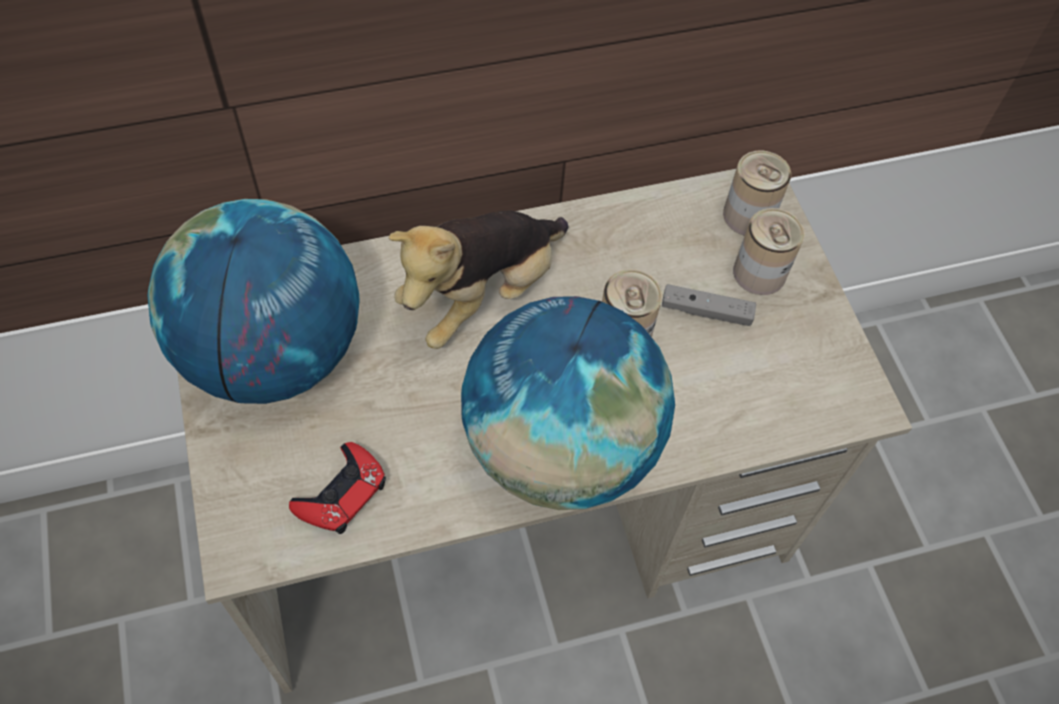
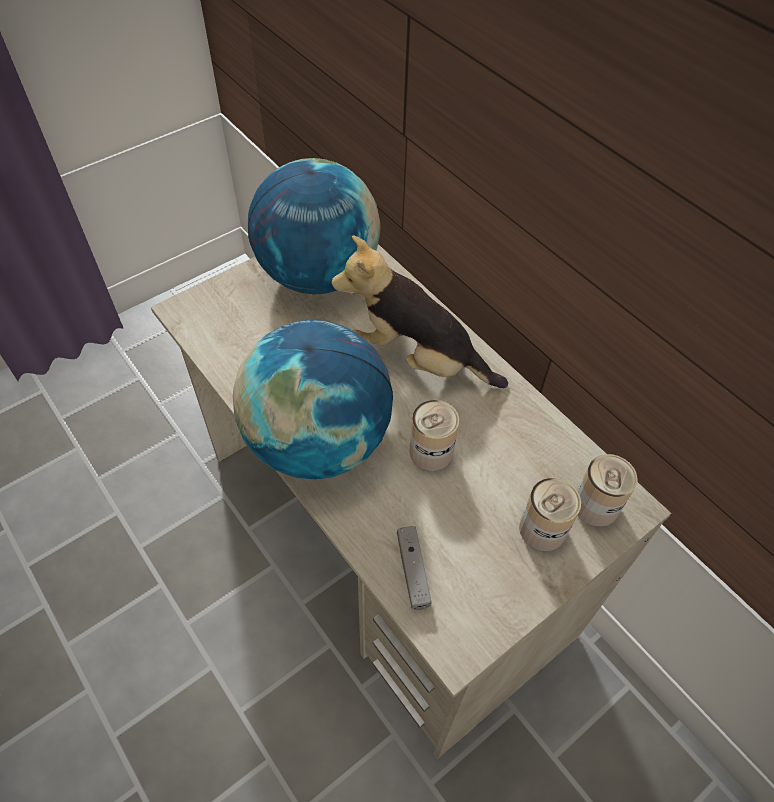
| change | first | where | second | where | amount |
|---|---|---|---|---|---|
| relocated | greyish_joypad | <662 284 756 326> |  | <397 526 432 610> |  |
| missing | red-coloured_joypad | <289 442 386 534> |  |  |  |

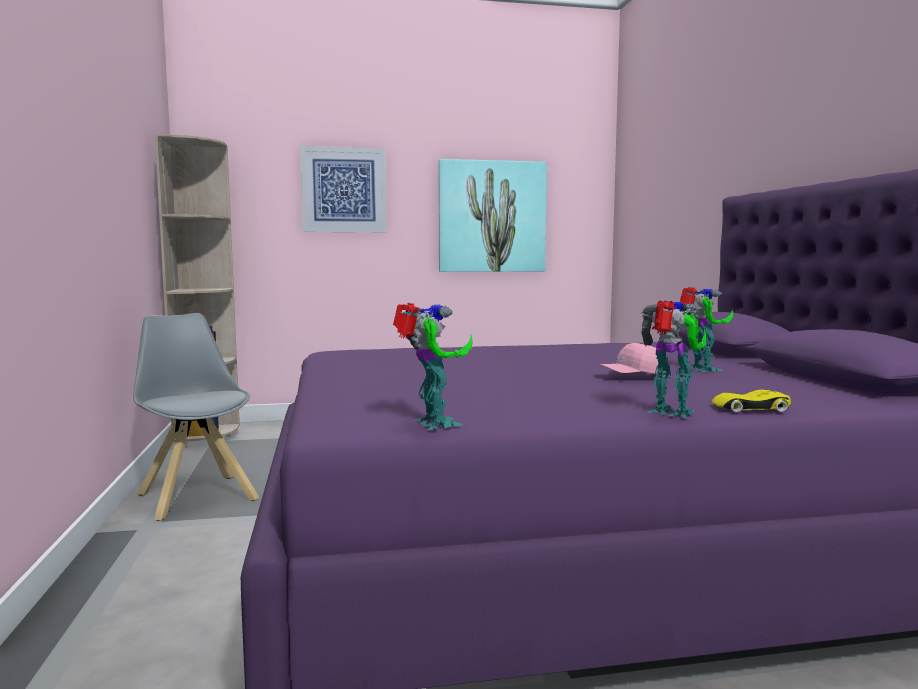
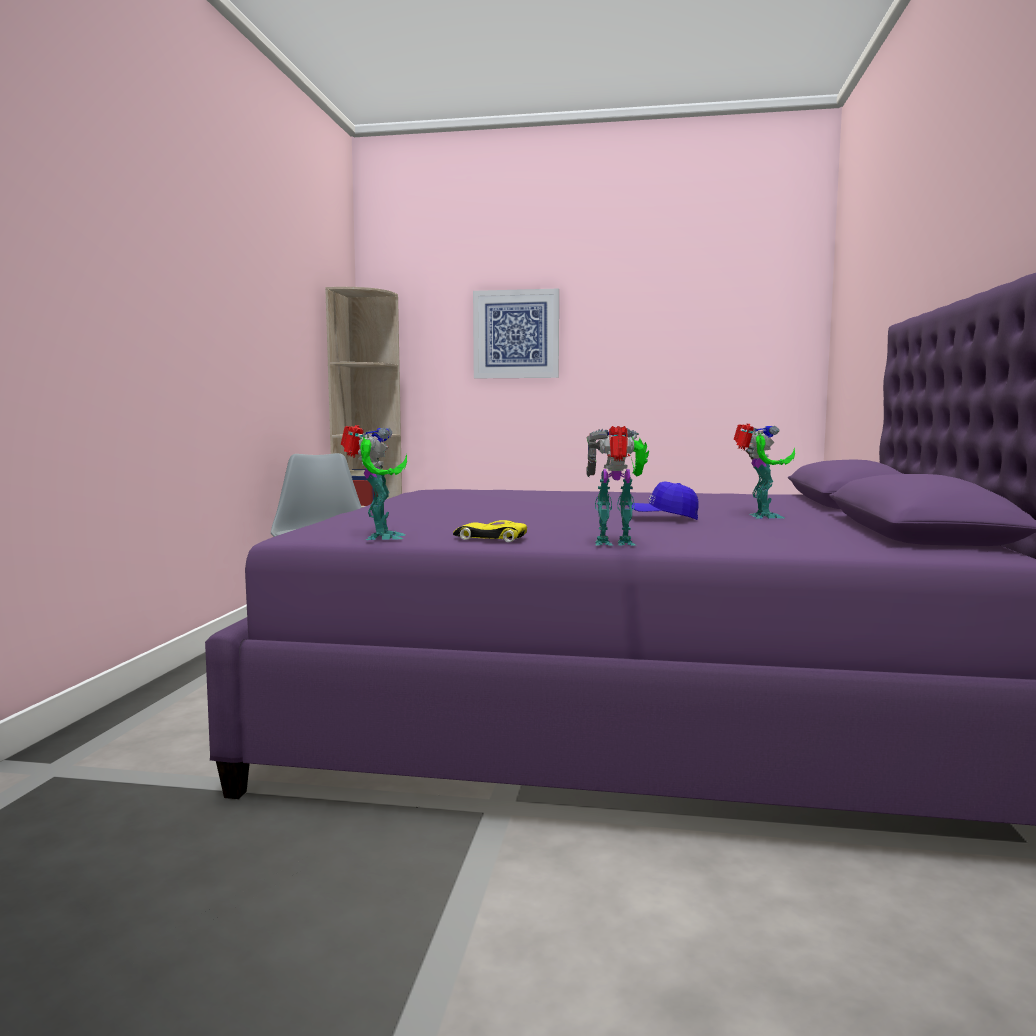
| change | first | where | second | where | amount |
|---|---|---|---|---|---|
| missing | picture | <438 159 547 272> |  |  |  |
| spun | robot_figure | <641 300 707 418> |  | <586 426 649 546> | 60 degrees counterclockwise |
| colour | pink_baseball_cap | <599 343 666 377> | blue-coloured_baseball_cap | <627 481 699 520> |  |
| relocated | yellow_miniature_car | <712 390 791 412> |  | <453 520 527 542> |  |

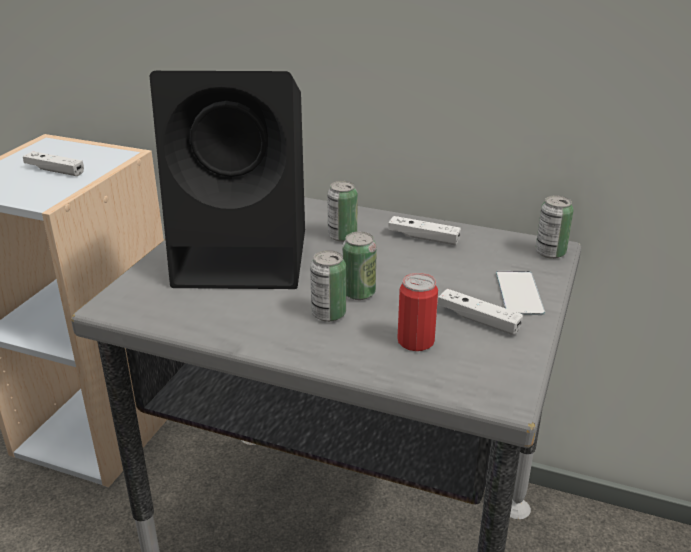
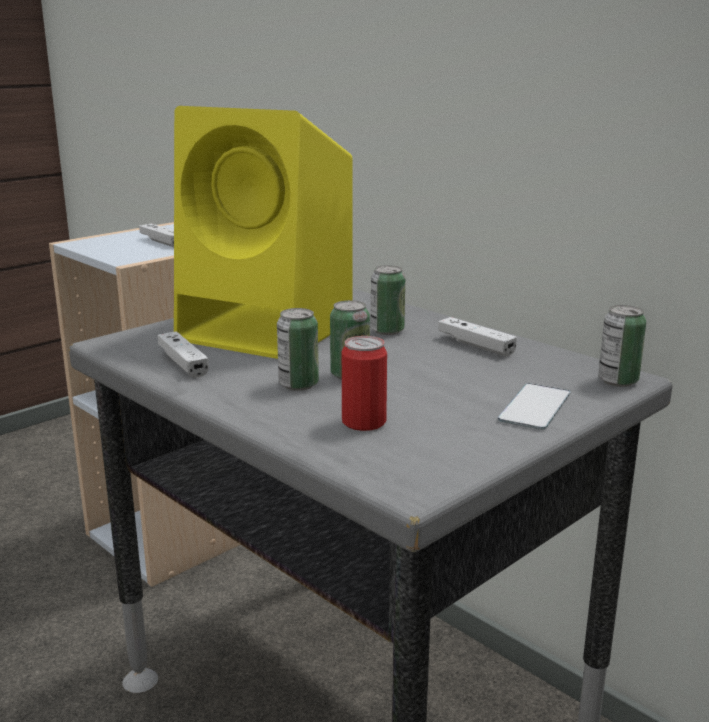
| change | first | where | second | where | amount |
|---|---|---|---|---|---|
| colour | black_loudspeaker | <150 71 305 289> | yellow_loudspeaker | <174 106 353 359> |  |
| relocated | white_joypad | <438 289 523 335> |  | <158 331 209 378> |  |

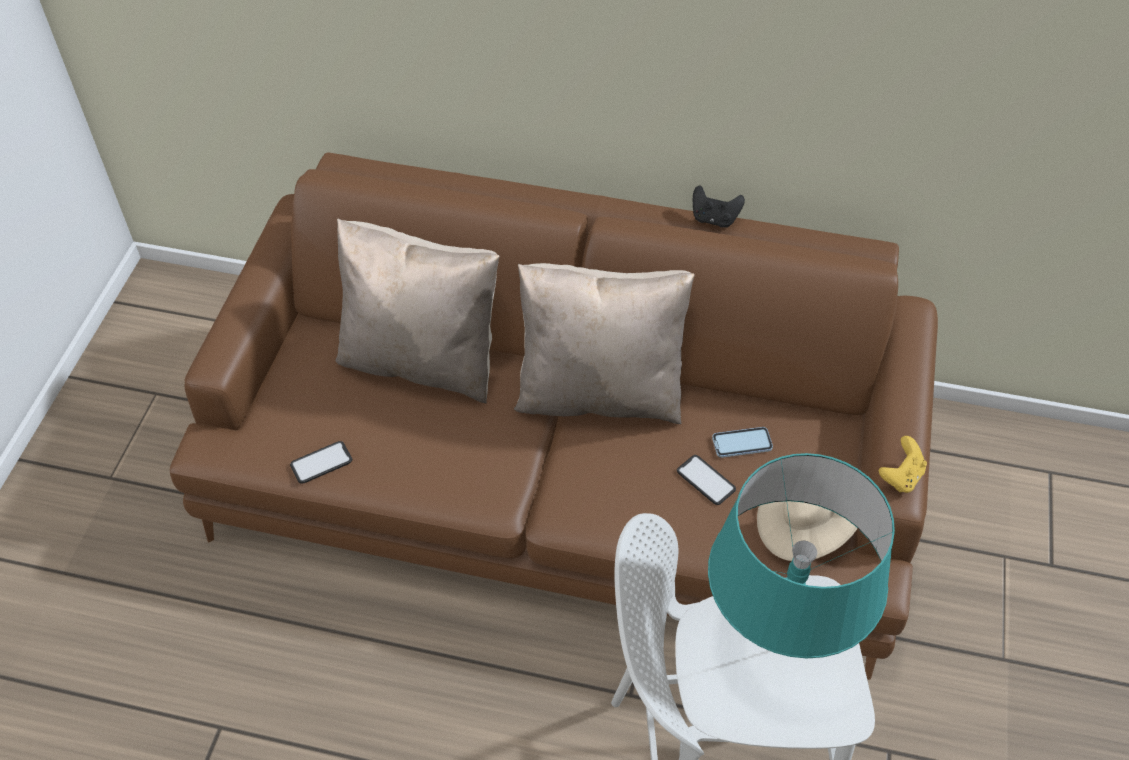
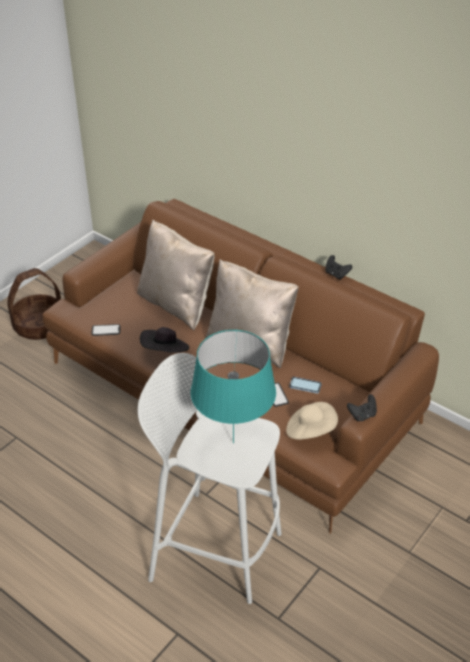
| change | first | where | second | where | amount |
|---|---|---|---|---|---|
| colour | yellow_joypad | <879 436 927 493> | black_joypad | <347 394 377 421> |  |
| appeared |  |  | storage_basket | <7 268 61 340> |  |
| appeared |  |  | black_clothing_hat | <140 327 189 353> |  |

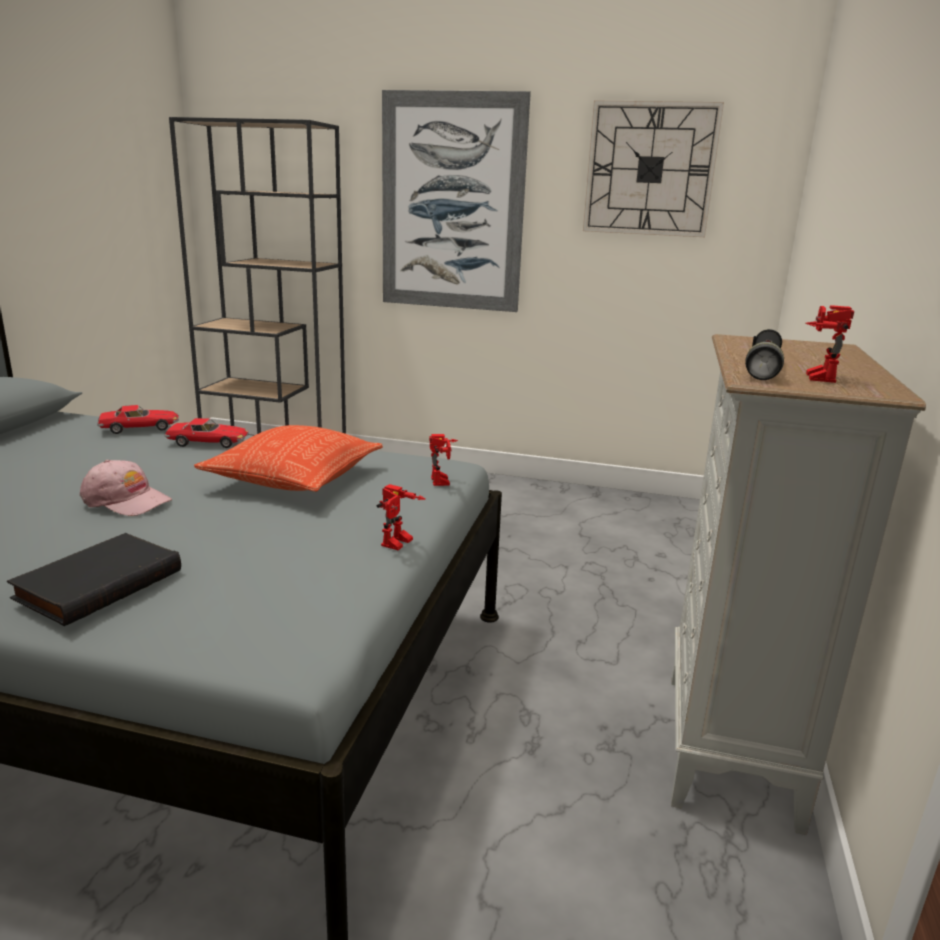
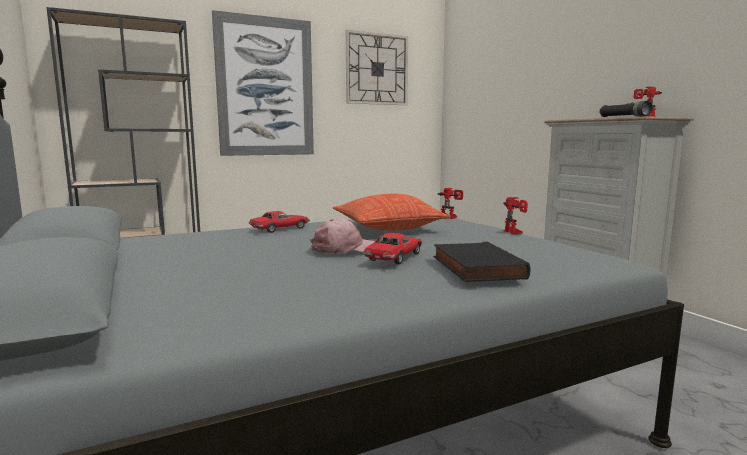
| change | first | where | second | where | amount |
|---|---|---|---|---|---|
| relocated | miniature_car | <97 405 179 434> |  | <363 233 423 264> |  |

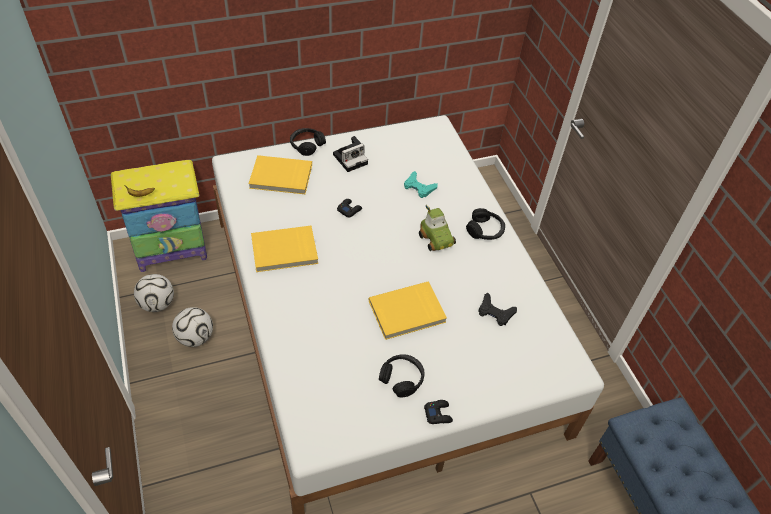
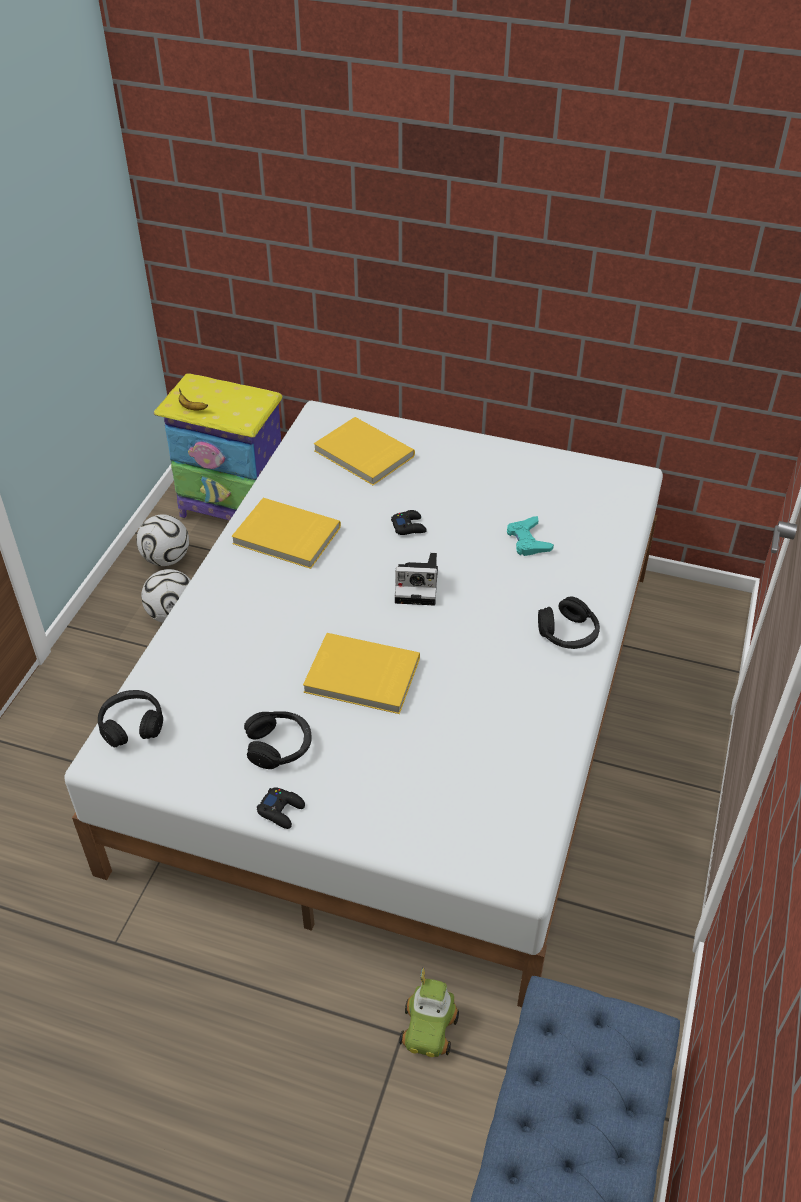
| change | first | where | second | where | amount |
|---|---|---|---|---|---|
| relocated | black_pair_of_headphones | <290 128 326 156> |  | <98 690 163 747> |  |
| relocated | photo_camera | <333 136 368 172> |  | <395 553 438 606> |  |
| relocated | miniature_car | <419 205 456 251> |  | <399 968 459 1057> |  |
| missing | black_joypad | <478 293 517 326> |  |  |  |

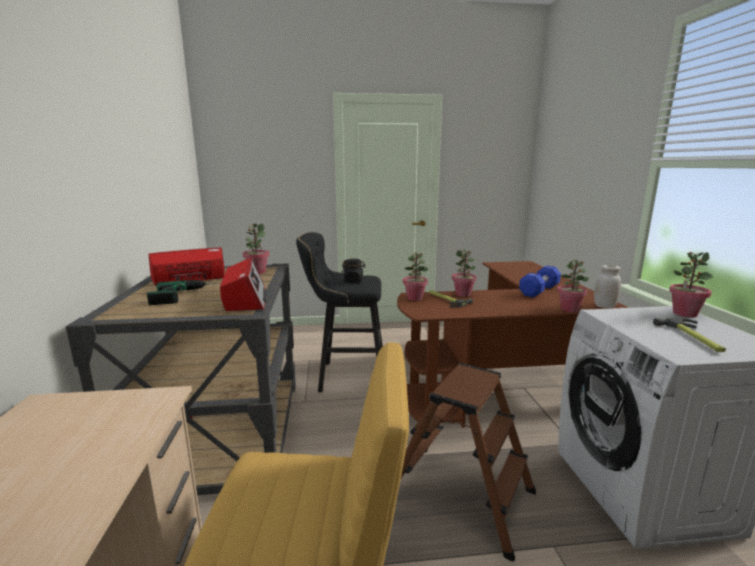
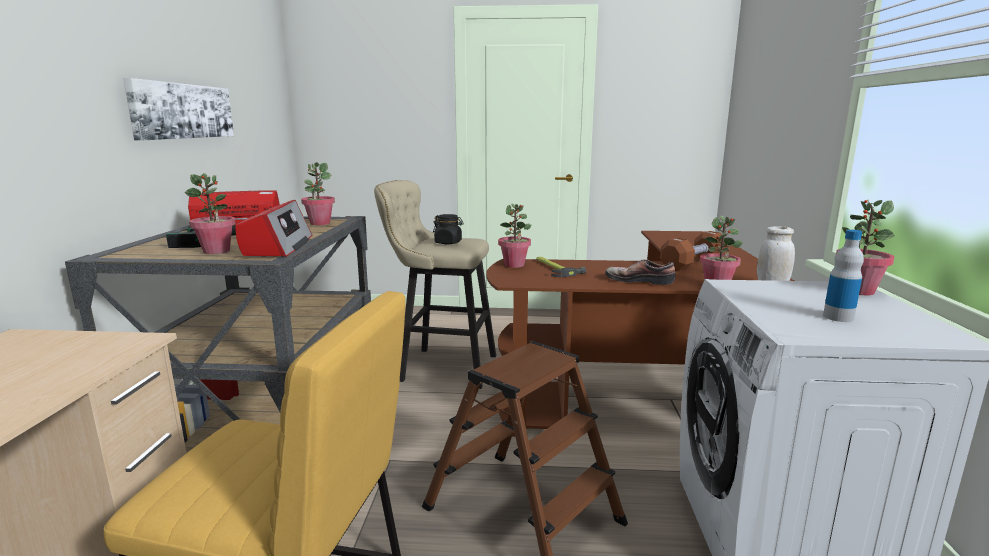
| change | first | where | second | where | amount |
|---|---|---|---|---|---|
| colour | black_stool_seat | <296 232 383 392> | beige_stool_seat | <374 180 496 389> |  |
| relocated | houseplant | <452 249 477 297> |  | <185 173 235 254> |  |
| colour | blue-coloured_free_weight | <519 266 561 297> | brown_free_weight | <660 231 727 271> |  |
| exchanged | hand_hammer | <653 318 726 352> | bottle | <823 230 864 322> |  |
| appeared |  |  | picture | <123 78 234 141> |  |
| appeared |  |  | low_shoe | <605 259 675 285> |  |

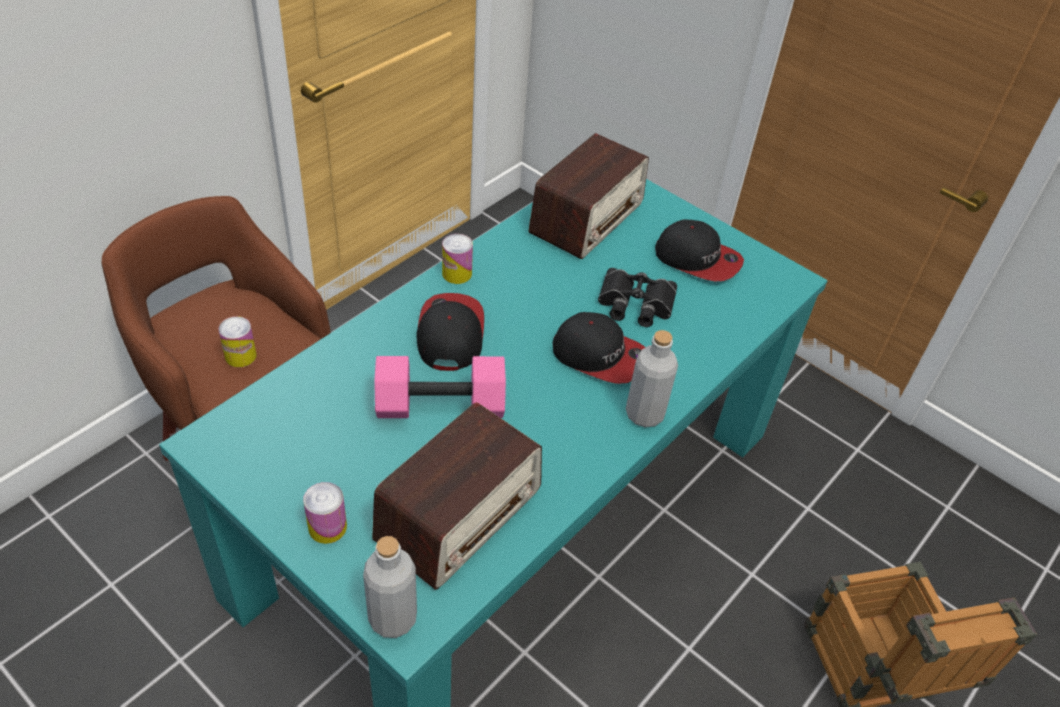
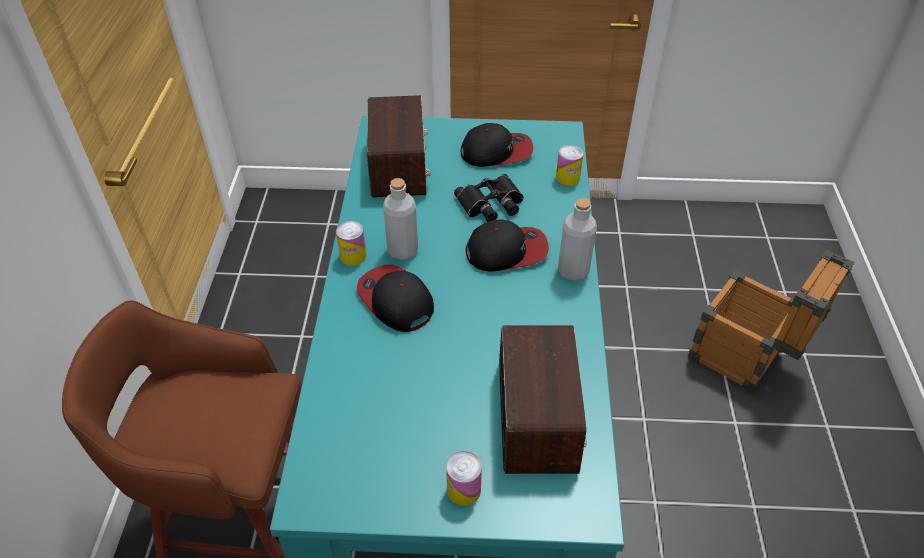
| change | first | where | second | where | amount |
|---|---|---|---|---|---|
| relocated | sealed_can | <218 316 257 367> |  | <556 145 583 186> |  |
| missing | pink_free_weight | <374 356 506 418> |  |  |  |
| relocated | greyish_bottle | <363 536 417 638> |  | <383 178 418 260> |  |

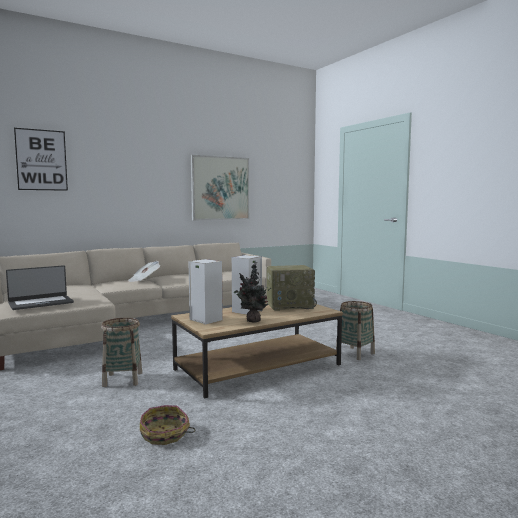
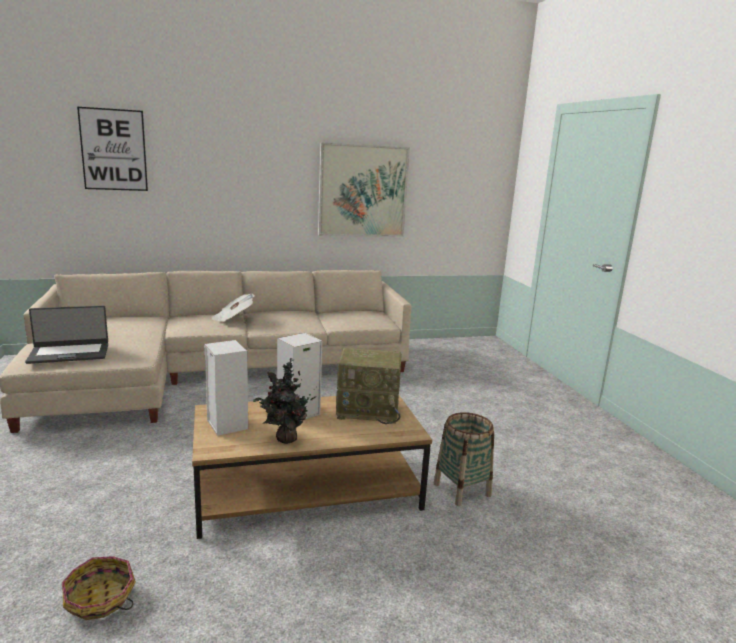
| change | first | where | second | where | amount |
|---|---|---|---|---|---|
| missing | storage_basket | <101 318 142 387> |  |  |  |

